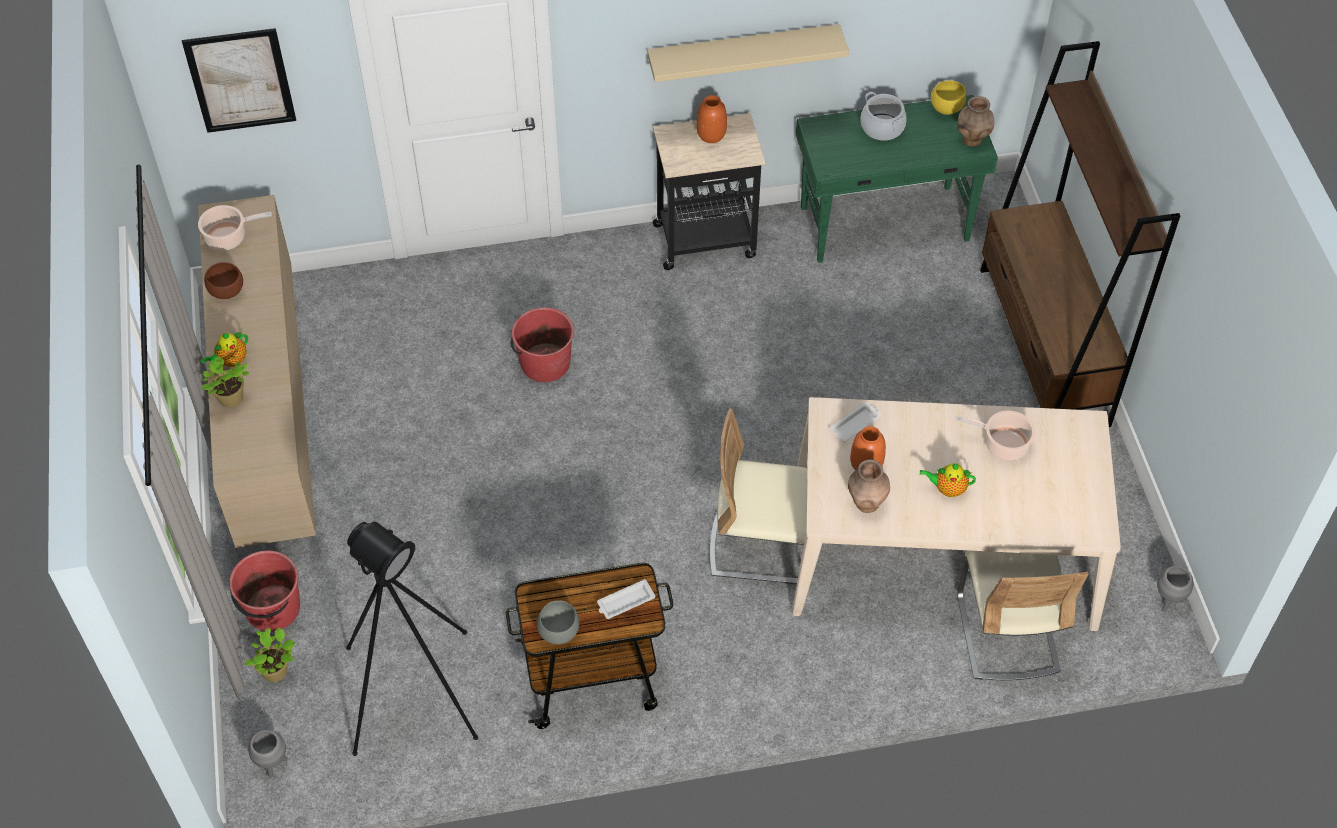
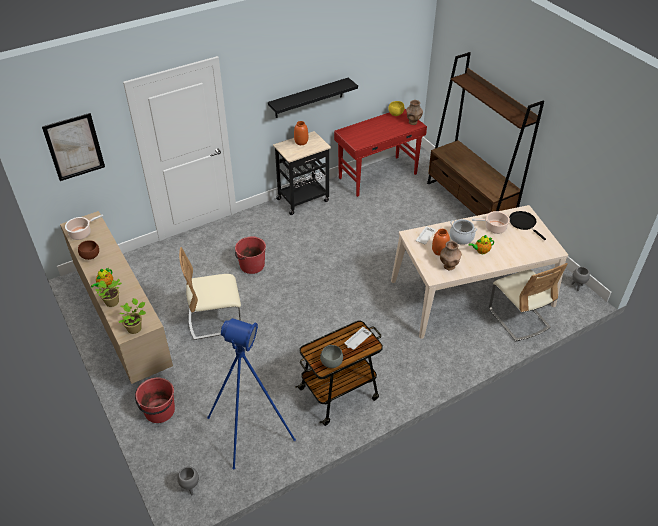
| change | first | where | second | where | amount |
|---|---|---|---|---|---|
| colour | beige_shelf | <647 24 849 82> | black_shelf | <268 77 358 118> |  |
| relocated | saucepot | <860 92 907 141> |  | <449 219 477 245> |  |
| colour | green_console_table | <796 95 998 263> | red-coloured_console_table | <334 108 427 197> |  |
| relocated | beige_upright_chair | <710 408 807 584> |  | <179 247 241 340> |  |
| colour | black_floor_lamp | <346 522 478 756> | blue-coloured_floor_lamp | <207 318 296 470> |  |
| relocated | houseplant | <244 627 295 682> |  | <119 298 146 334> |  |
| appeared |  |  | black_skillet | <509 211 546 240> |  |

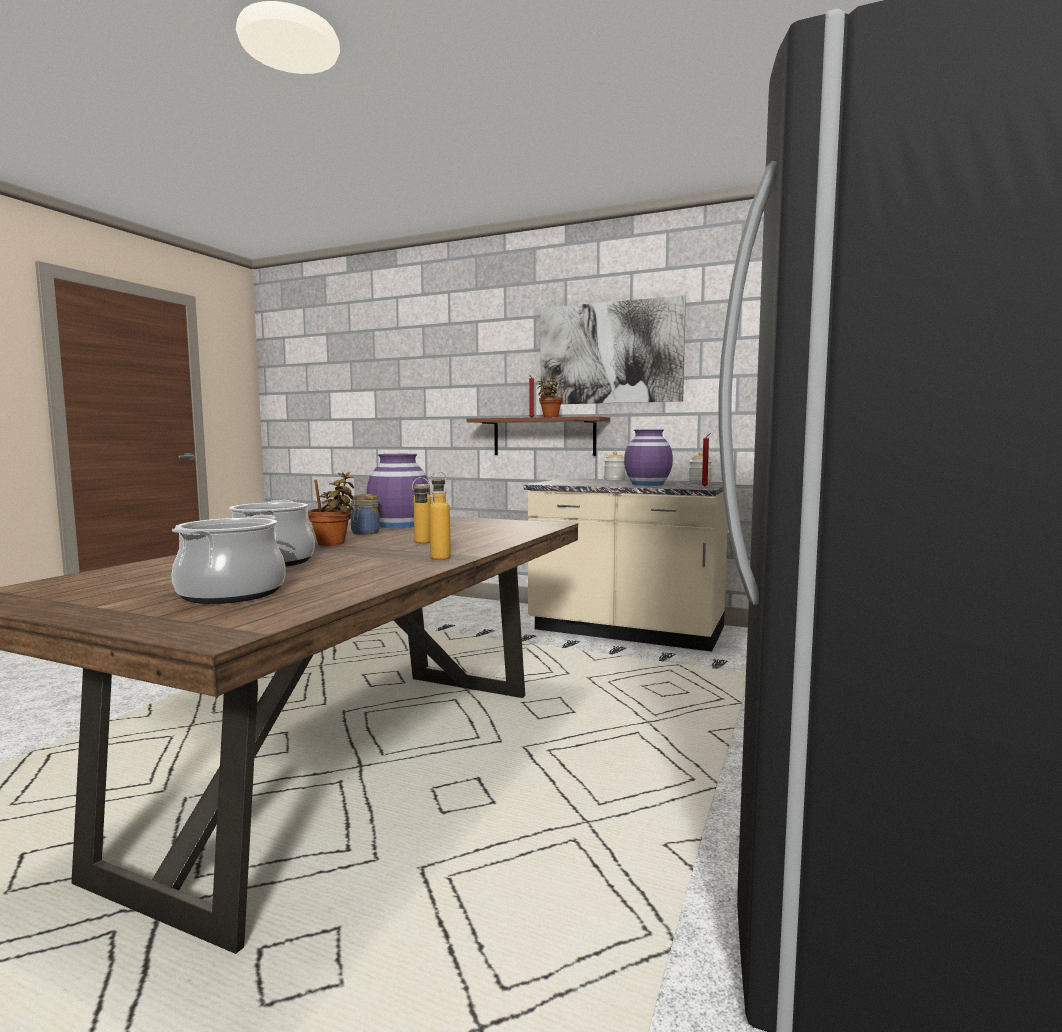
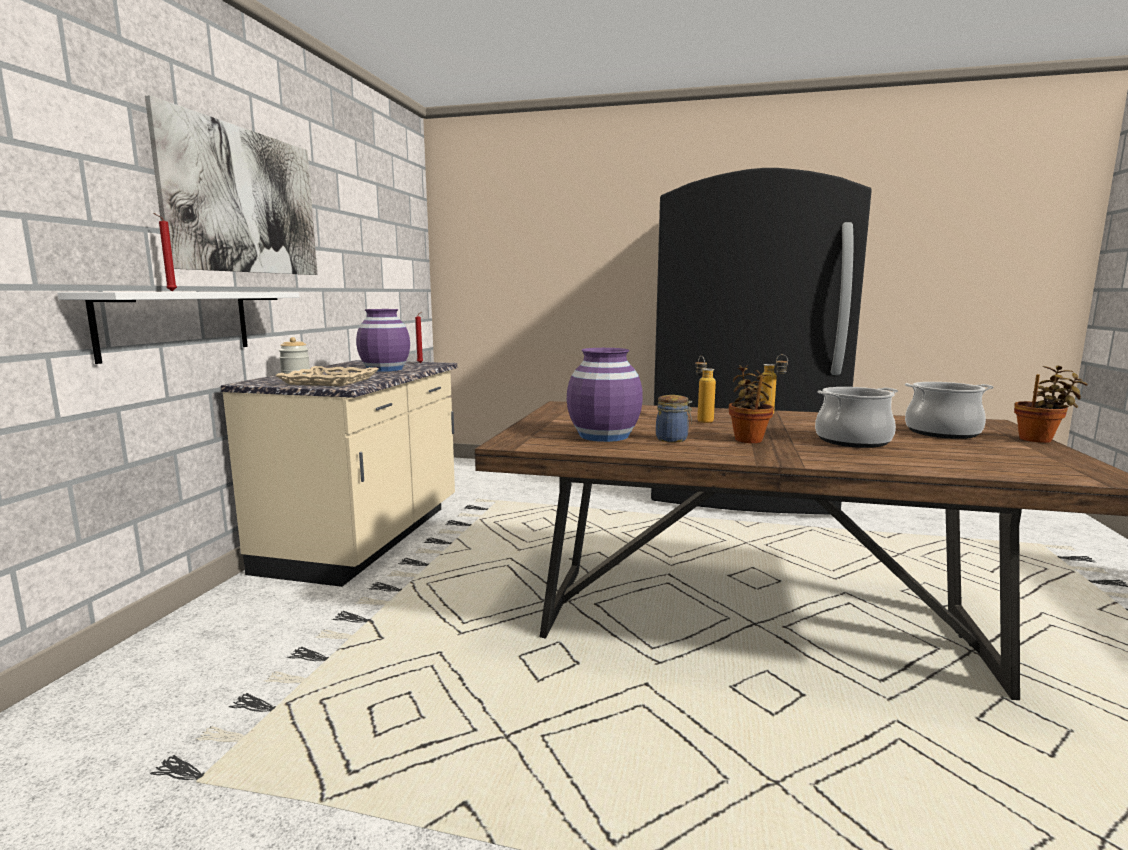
| change | first | where | second | where | amount |
|---|---|---|---|---|---|
| relocated | houseplant | <537 375 562 417> |  | <1014 366 1088 443> |  |
| colour | brown_shelf | <466 416 610 456> | white_shelf | <57 292 300 364> |  |
| missing | storage_jar | <689 451 712 482> |  |  |  |
| appeared |  |  | beige_carrying_tray | <275 366 378 386> |  |

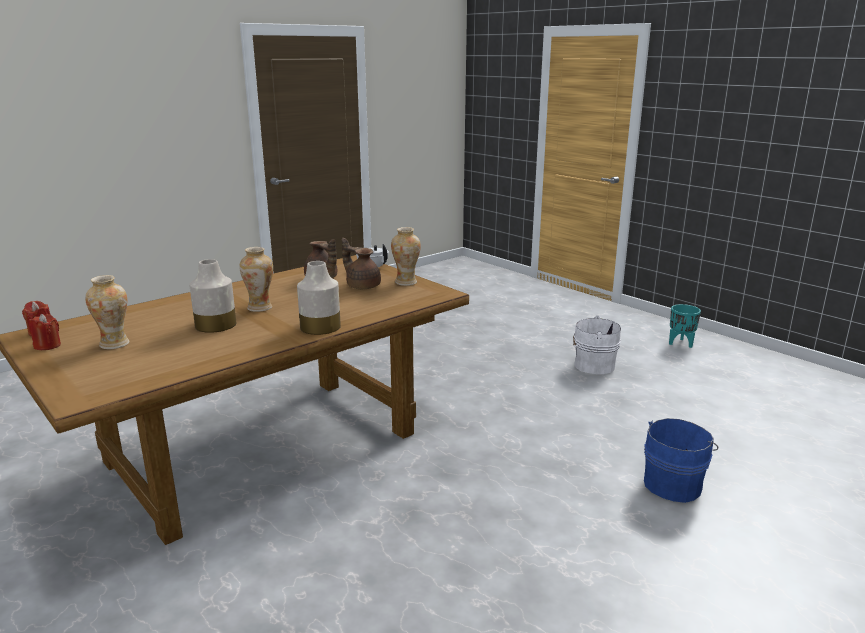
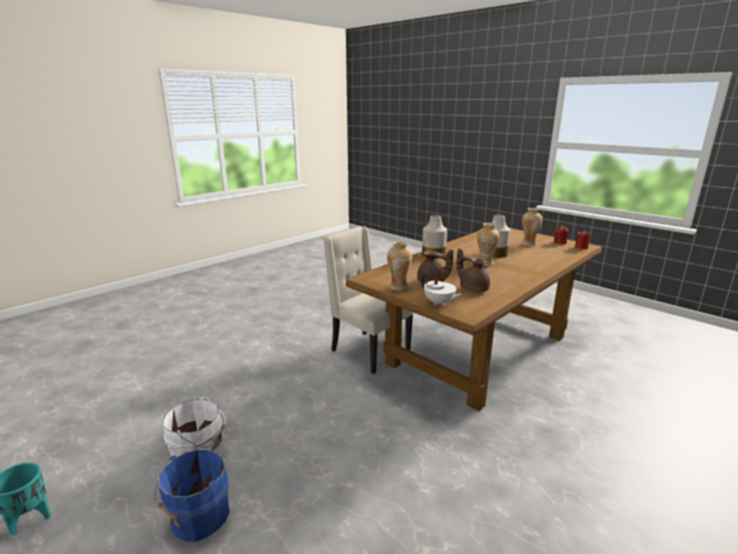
| change | first | where | second | where | amount |
|---|---|---|---|---|---|
| relocated | blue-coloured_bucket | <644 418 718 503> |  | <154 449 229 542> |  |
| appeared |  |  | beige_upright_chair | <324 226 414 374> |  |

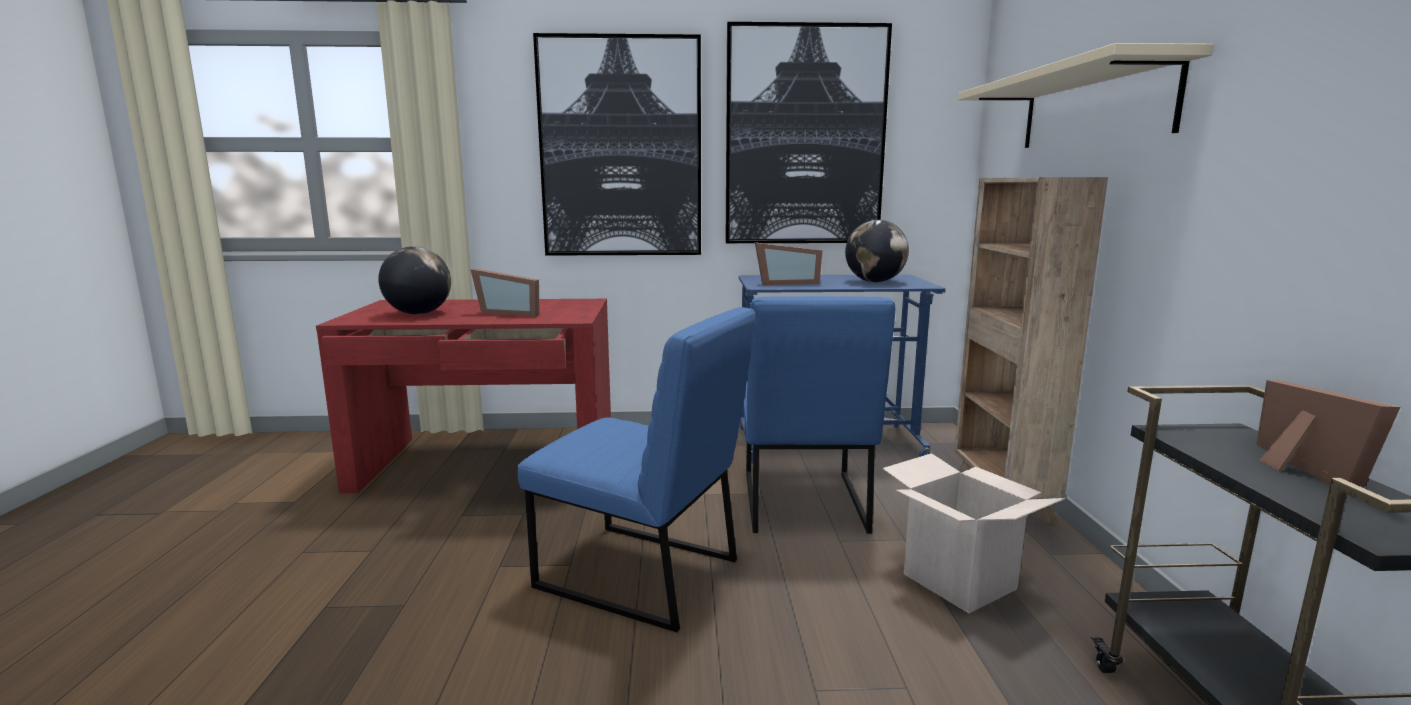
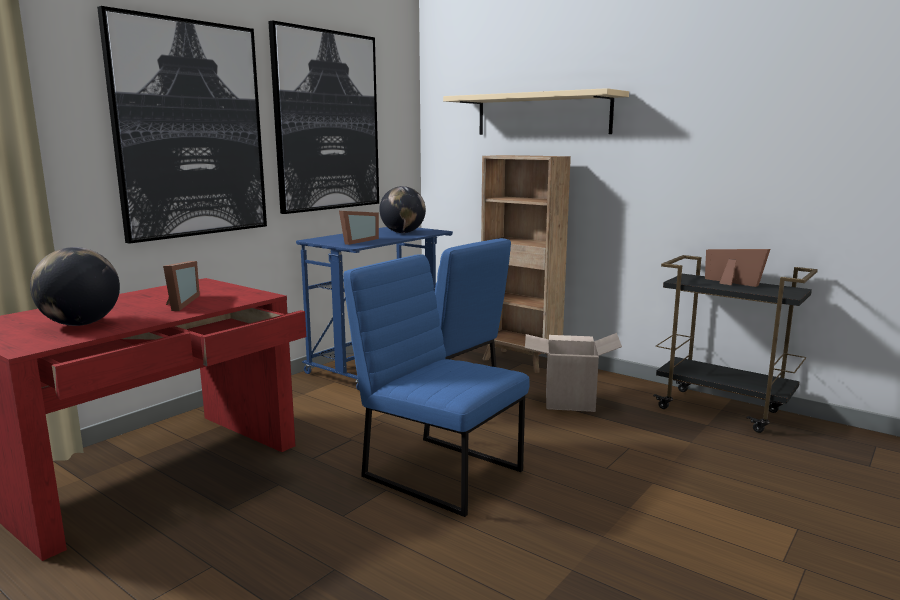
| change | first | where | second | where | amount |
|---|---|---|---|---|---|
| spun | picture_frame | <470 268 539 317> |  | <163 261 200 311> | 60 degrees counterclockwise |
| spun | blue-coloured_upright_chair | <517 307 755 632> |  | <343 255 530 517> | 120 degrees counterclockwise |

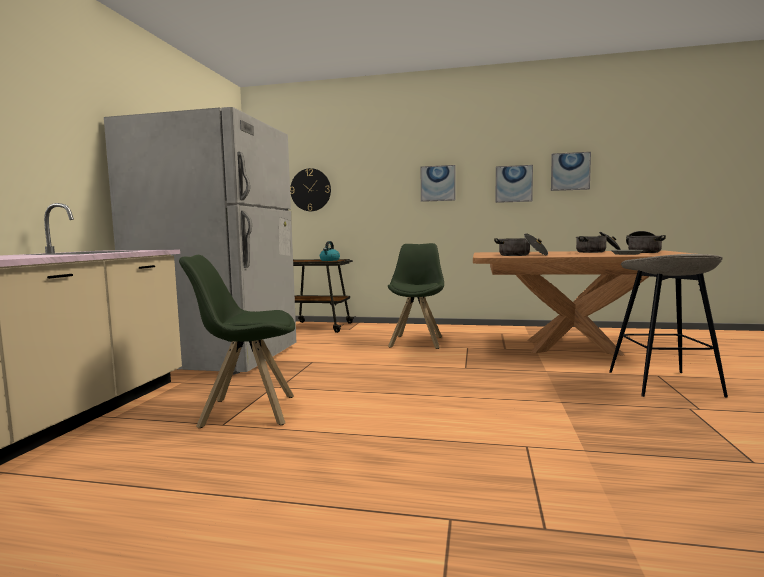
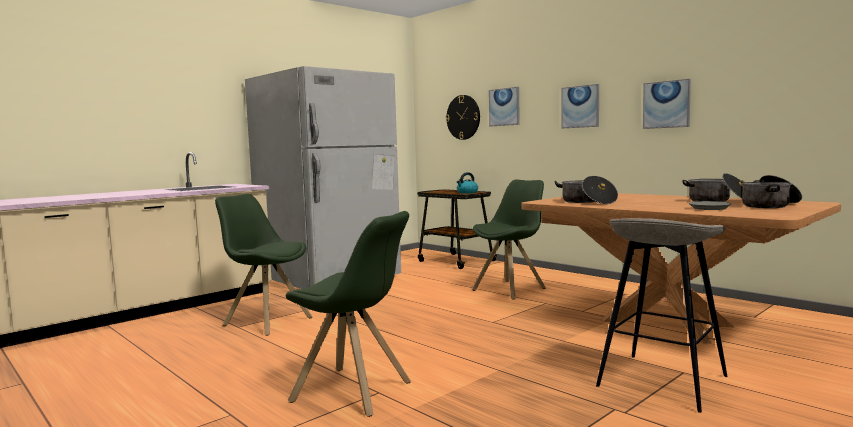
| change | first | where | second | where | amount |
|---|---|---|---|---|---|
| relocated | picture | <551 152 591 191> |  | <489 87 520 126> |  |
| appeared |  |  | green_upright_chair | <286 211 411 417> |  |

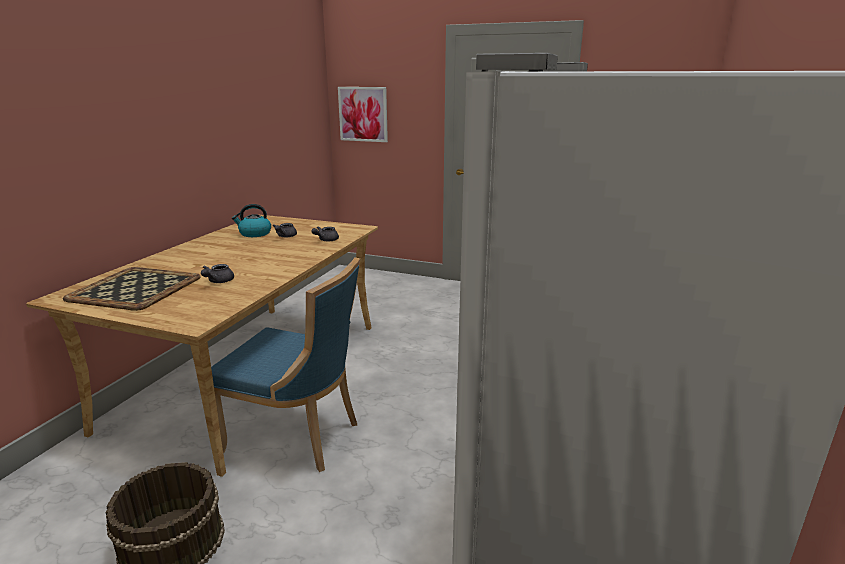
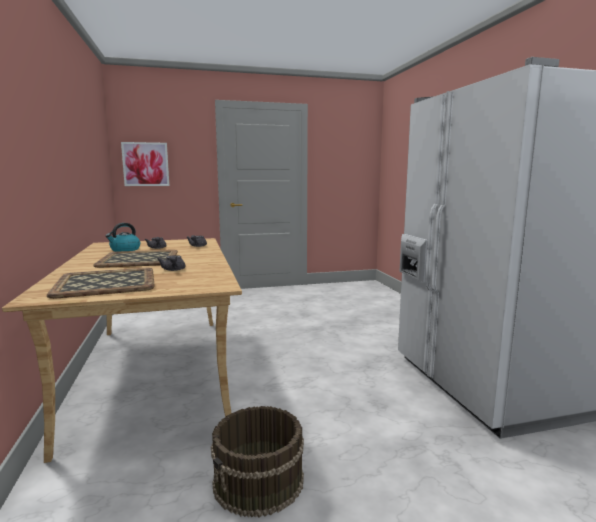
| change | first | where | second | where | amount |
|---|---|---|---|---|---|
| missing | blue-coloured_upright_chair | <211 257 360 472> |  |  |  |
| appeared |  |  | carrying_tray | <93 250 178 268> |  |

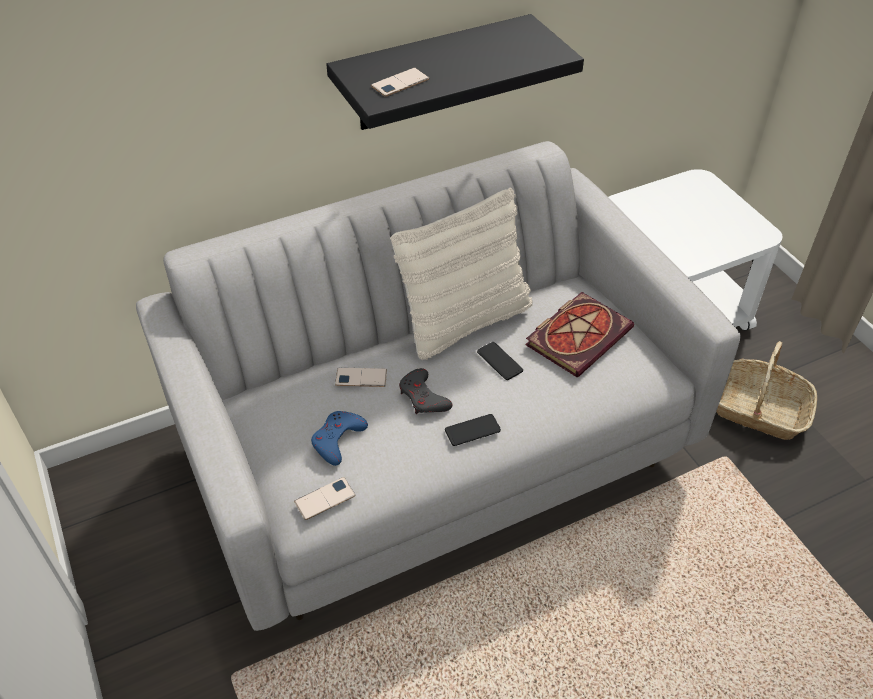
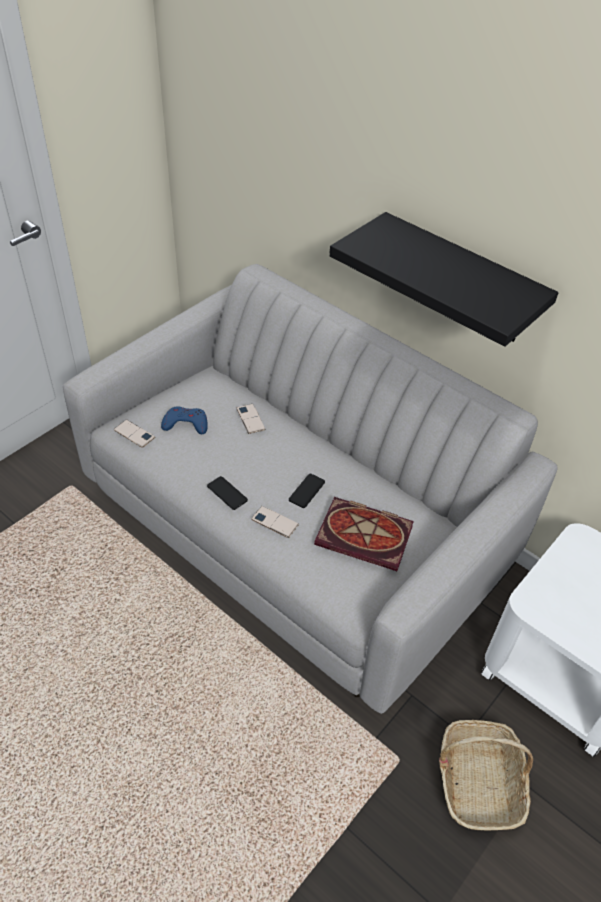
| change | first | where | second | where | amount |
|---|---|---|---|---|---|
| relocated | telephone | <371 68 430 97> |  | <251 506 299 538> |  |
| missing | beige_throw_pillow | <390 187 533 360> |  |  |  |
| missing | greyish_joypad | <399 368 453 414> |  |  |  |

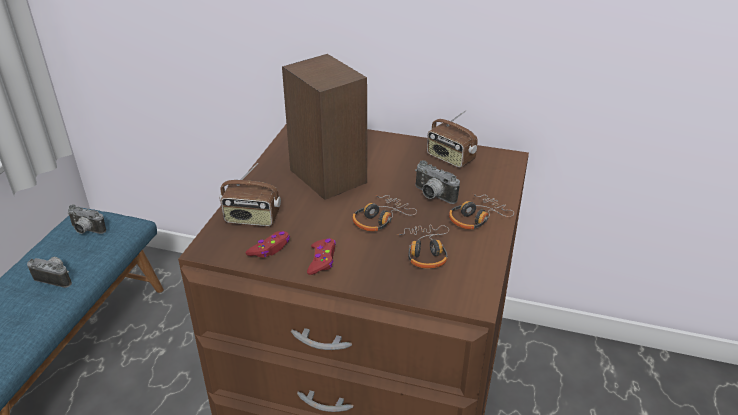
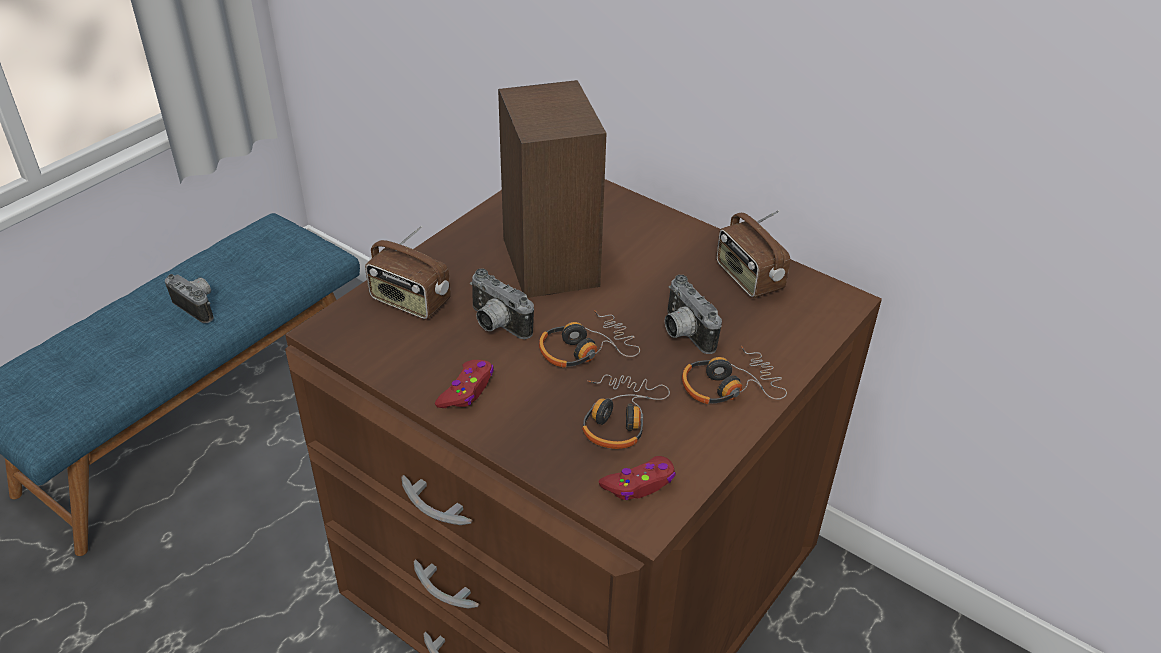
| change | first | where | second | where | amount |
|---|---|---|---|---|---|
| relocated | photo_camera | <67 205 106 234> |  | <470 268 534 339> |  |
| relocated | red-coloured_joypad | <245 231 290 258> |  | <598 456 676 500> |  |

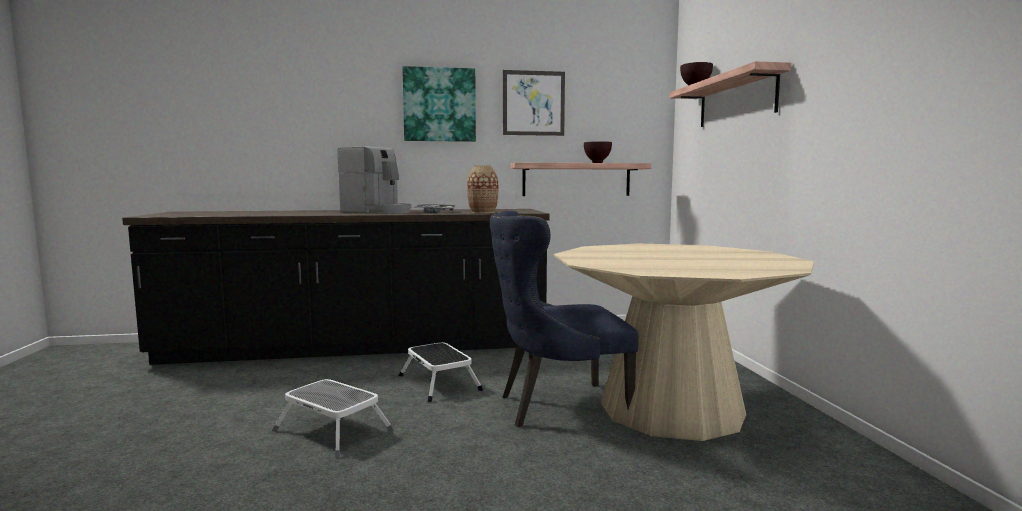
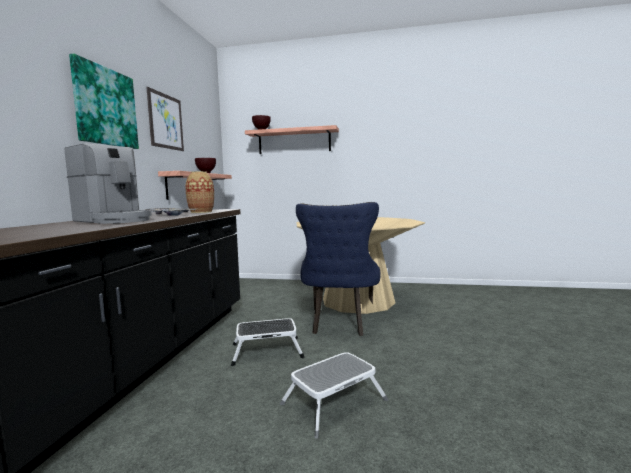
| change | first | where | second | where | amount |
|---|---|---|---|---|---|
| spun | coffee_machine | <338 146 411 214> |  | <65 143 152 224> | 75 degrees clockwise |

